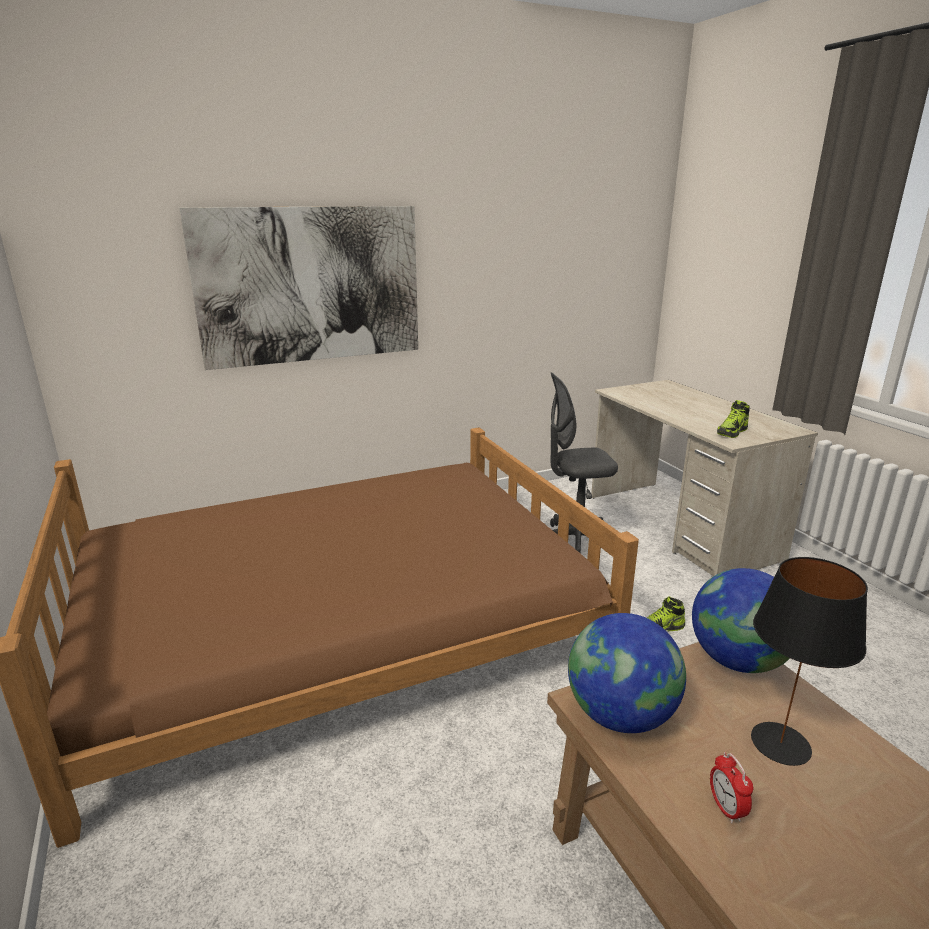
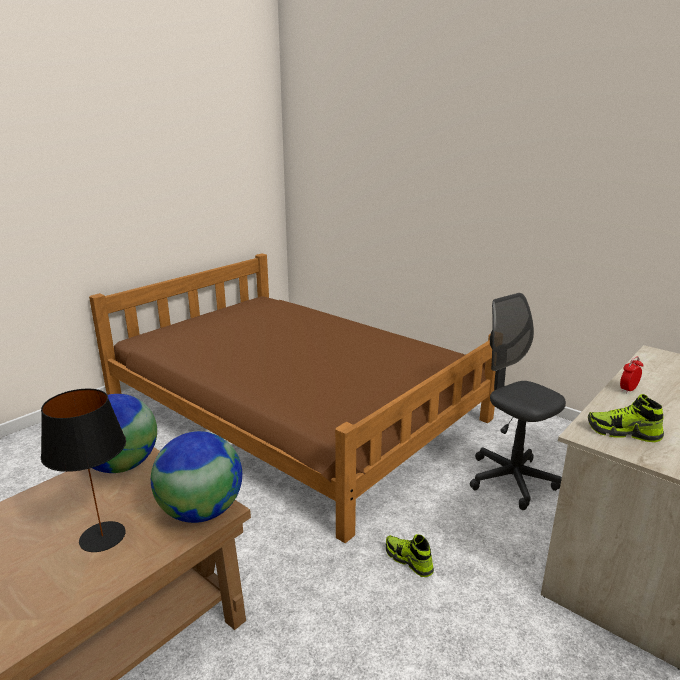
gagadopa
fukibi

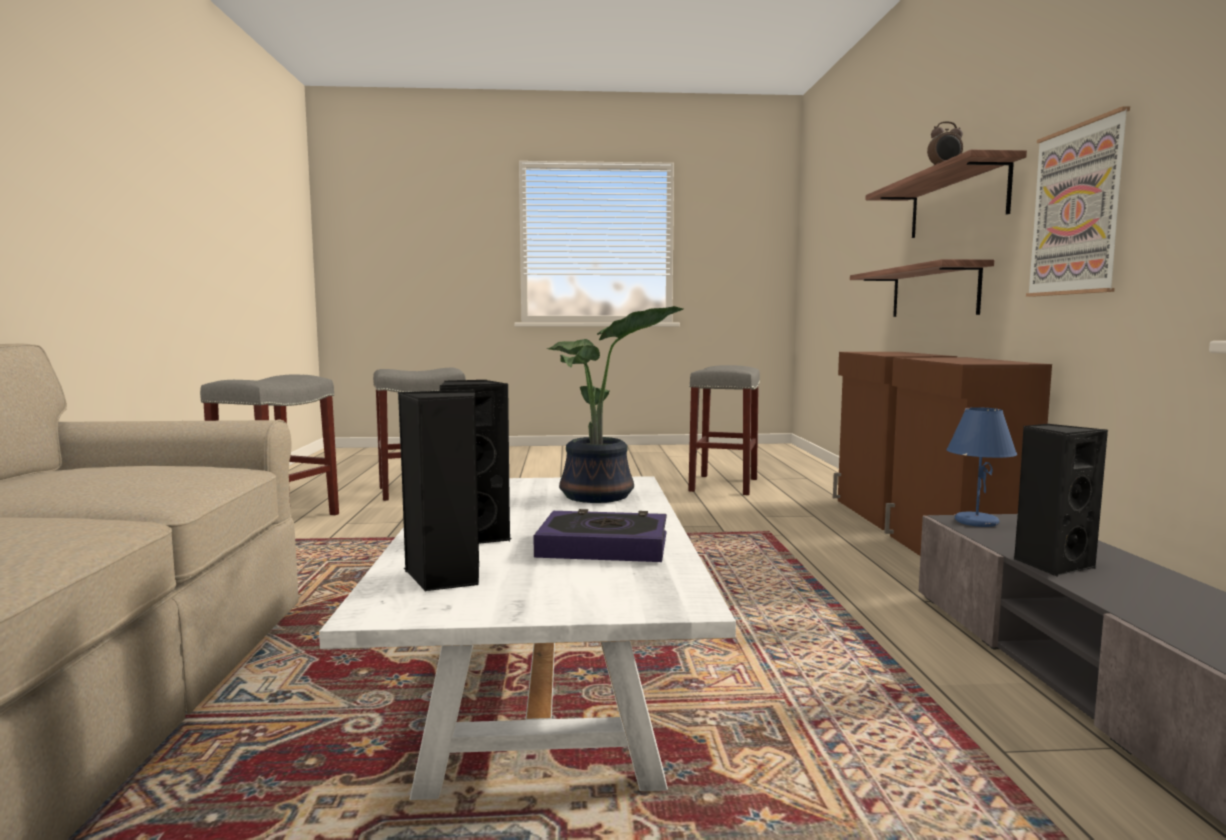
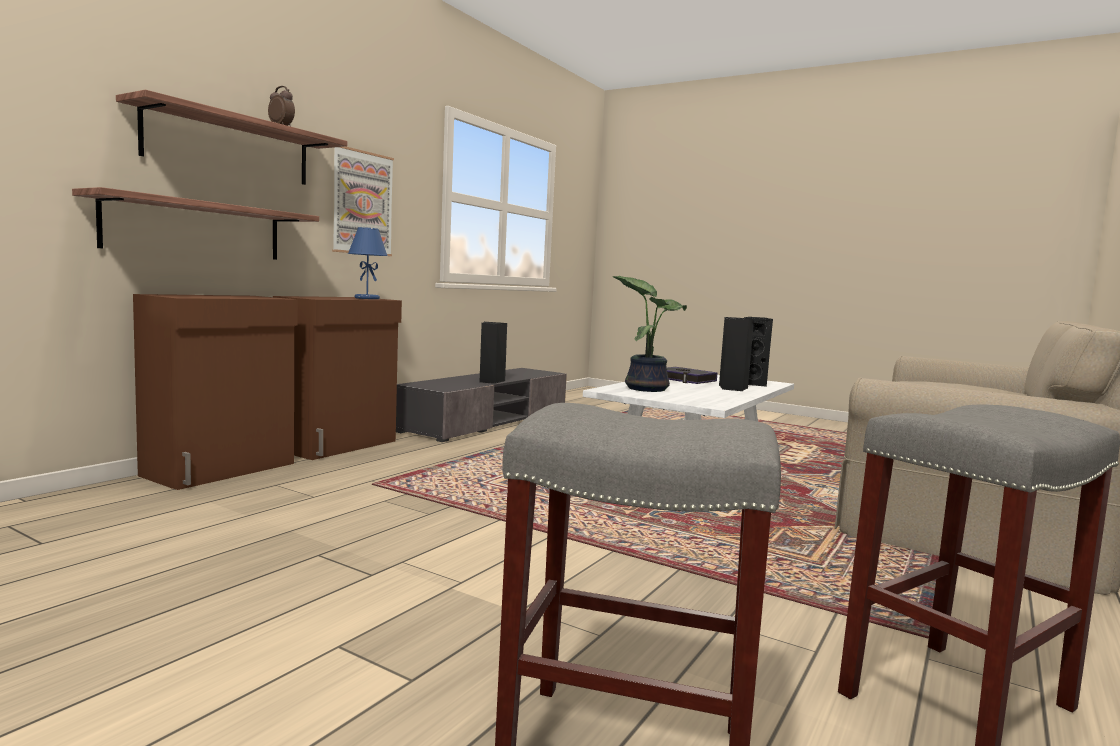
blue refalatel
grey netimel (no. 3 from left in the first image)

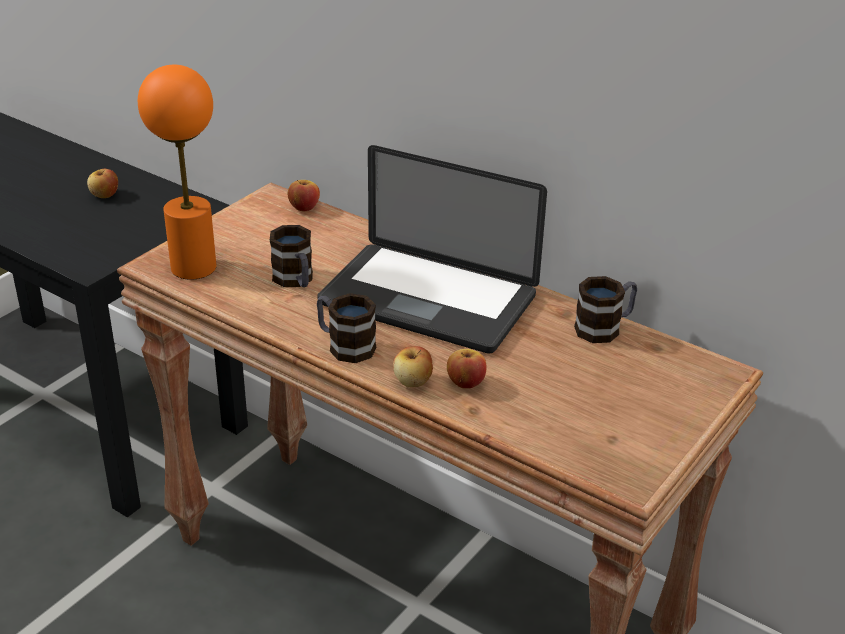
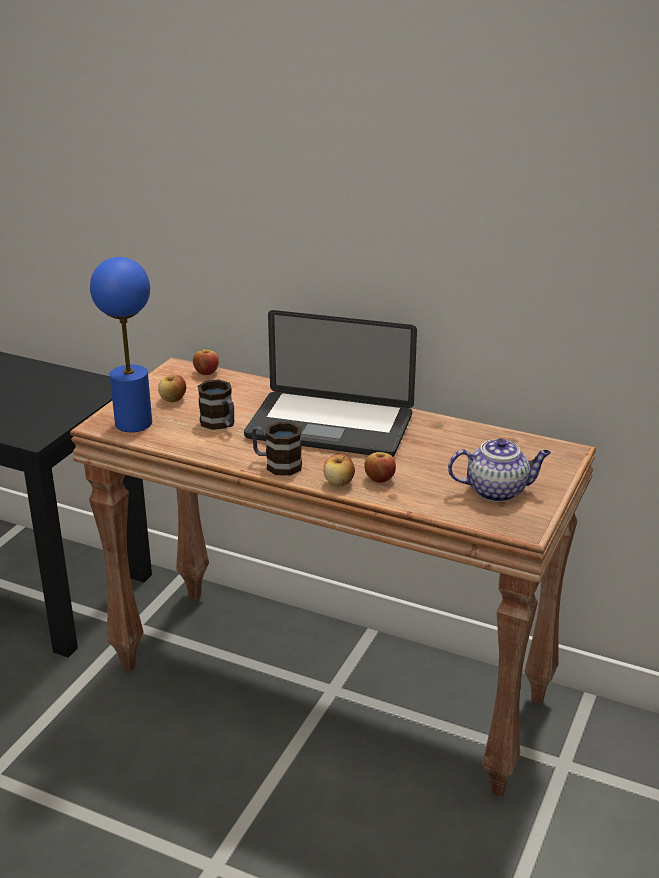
blue refalatel
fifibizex (no. 1 from left)
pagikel
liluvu (no. 3 from left in the first image)

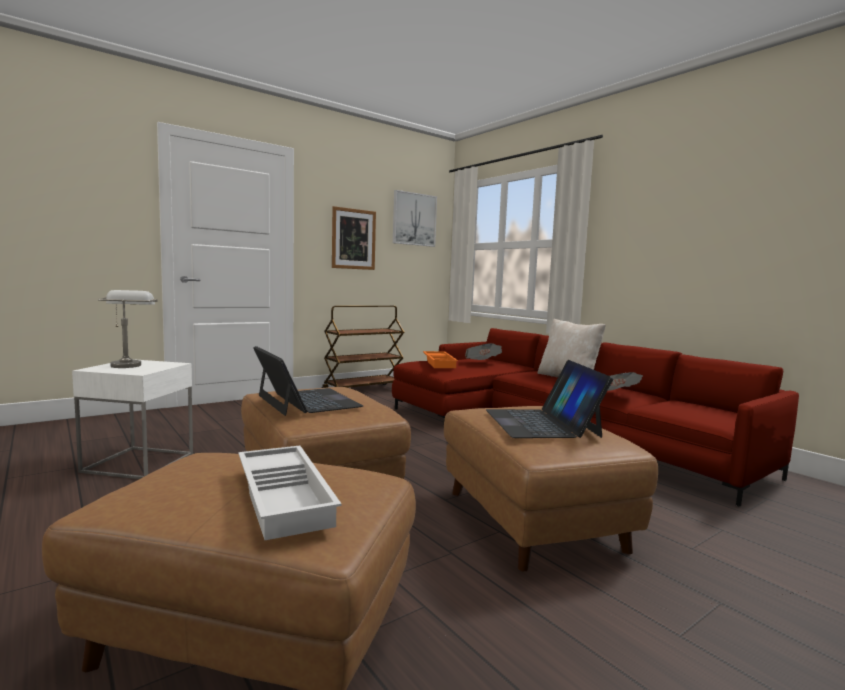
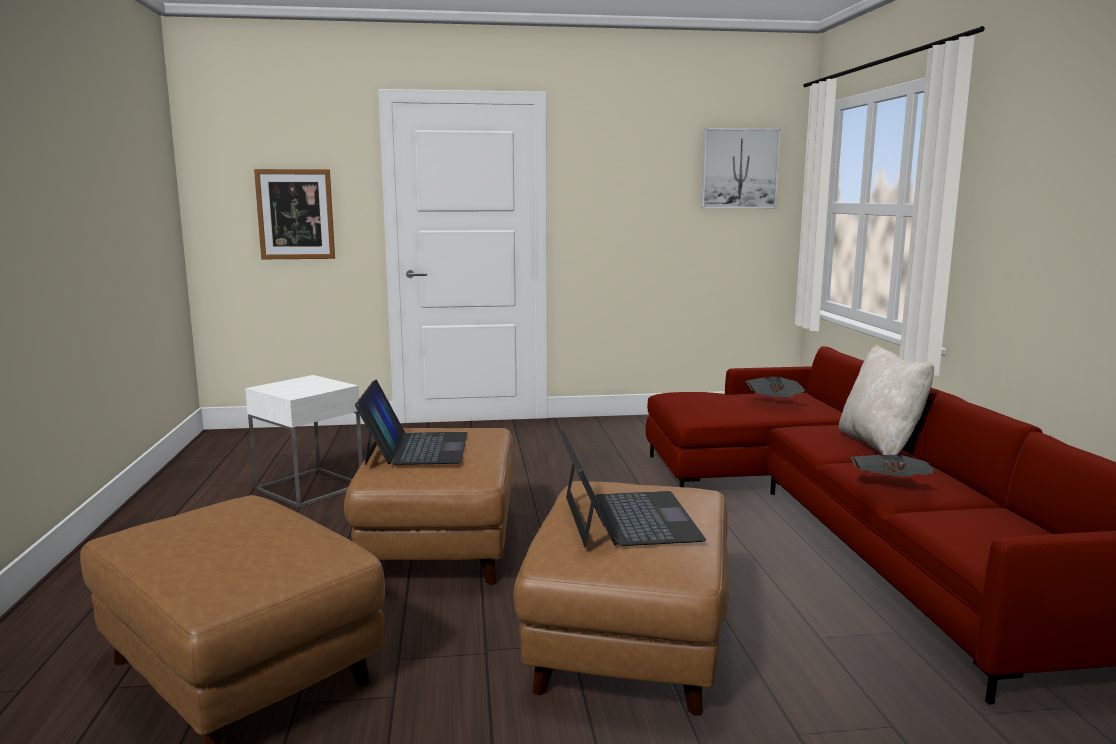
fukibi (no. 1 from left)
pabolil (no. 2 from left)
grey refalatel
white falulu
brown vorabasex
orange falulu

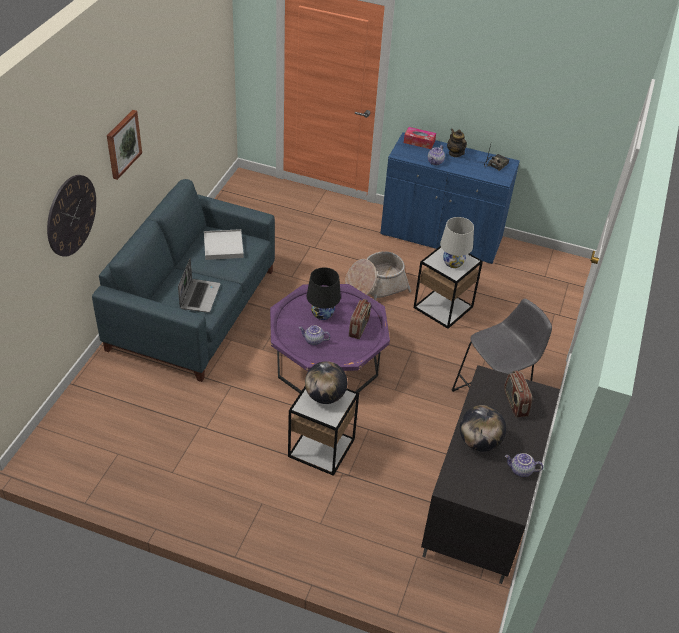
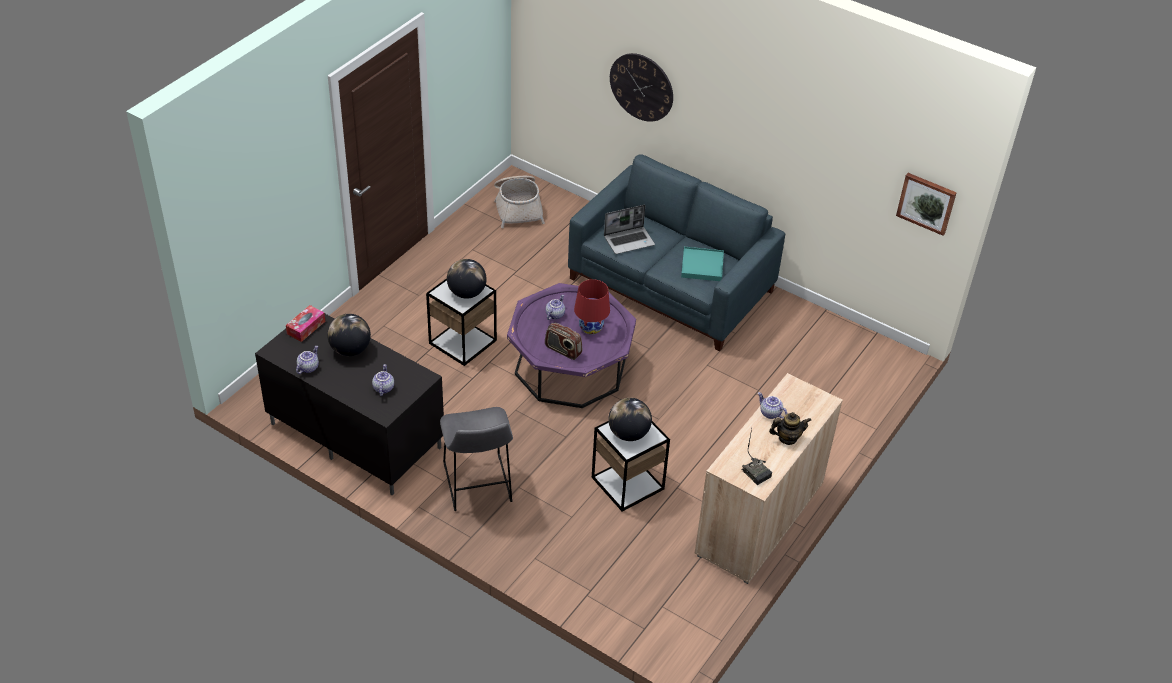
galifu
pagikel (no. 2 from left)
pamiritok
red refalatel
pabolil
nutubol (no. 3 from left)
turquoise falulu
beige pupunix
fukibi

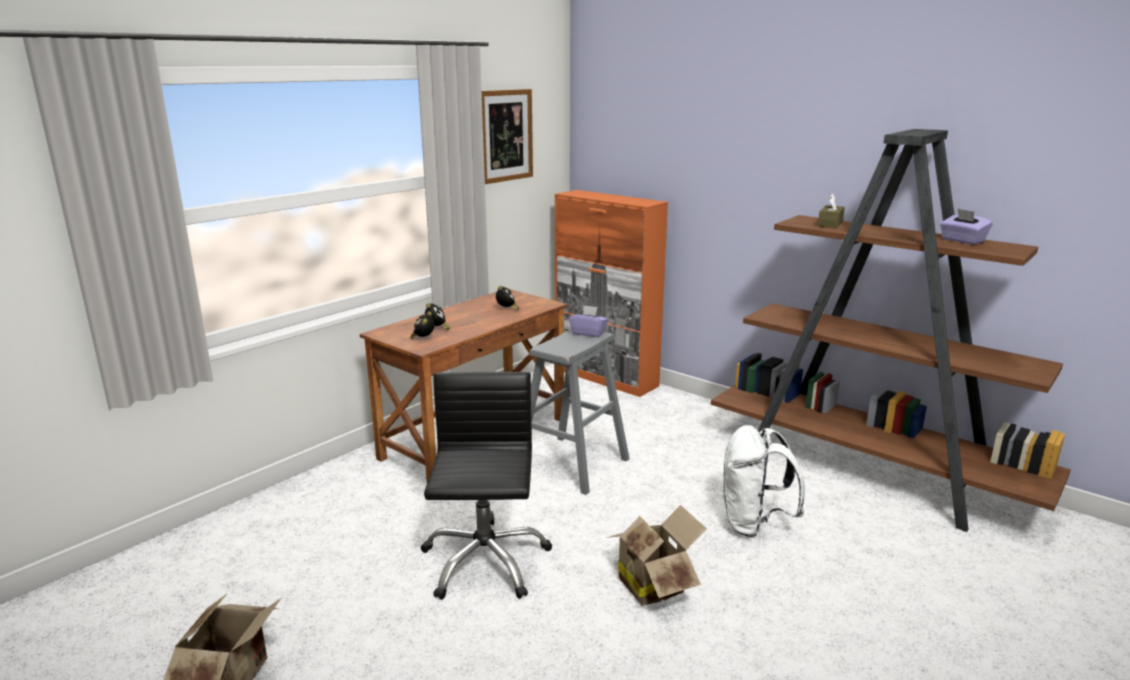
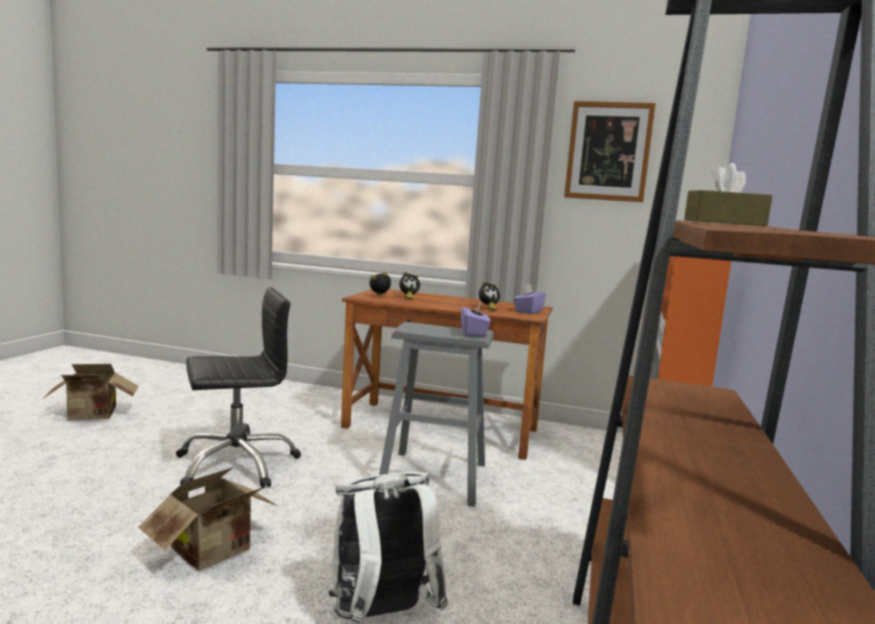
purple galifu (no. 2 from left)

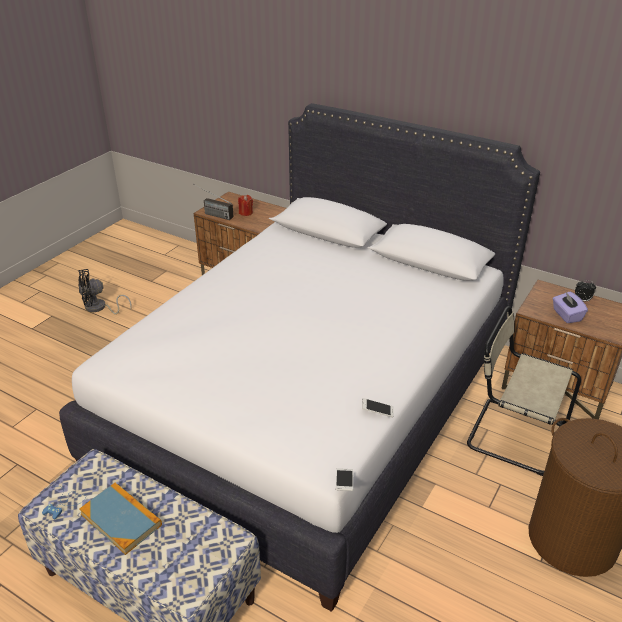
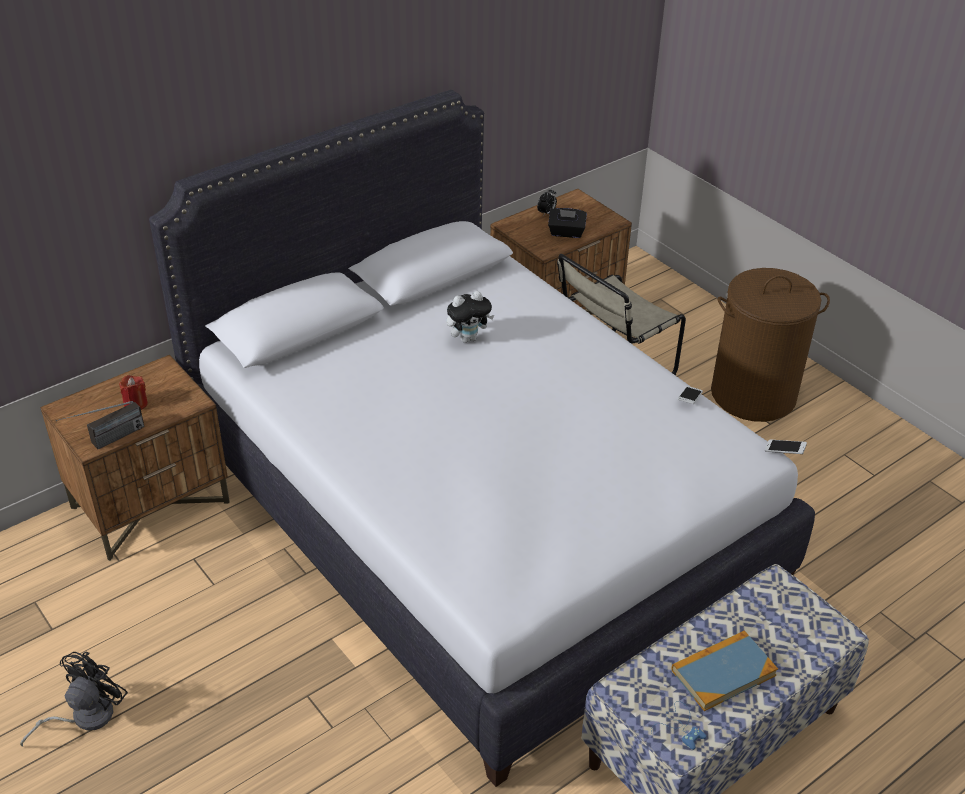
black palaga
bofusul
black galifu

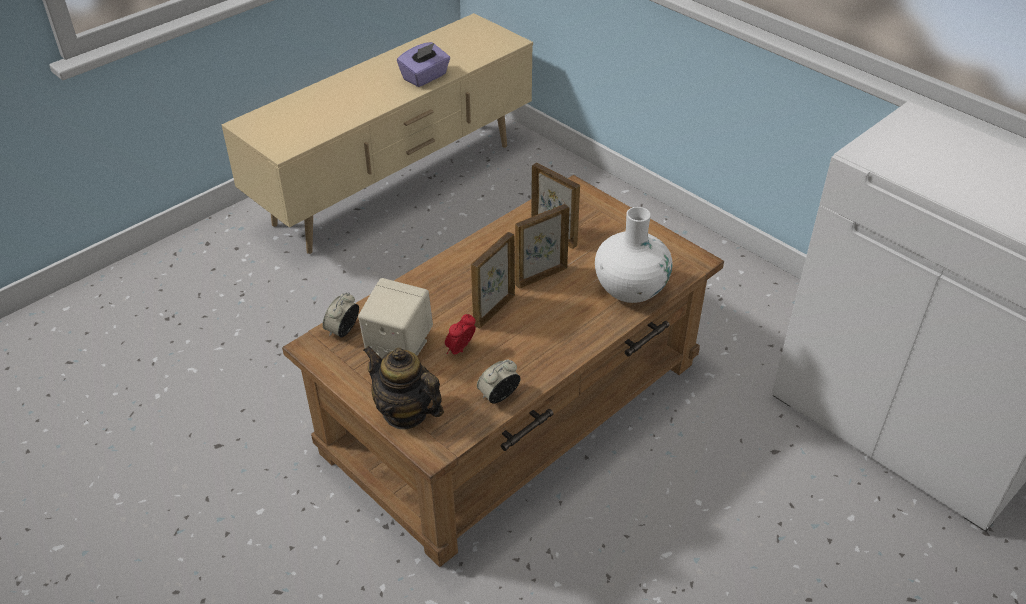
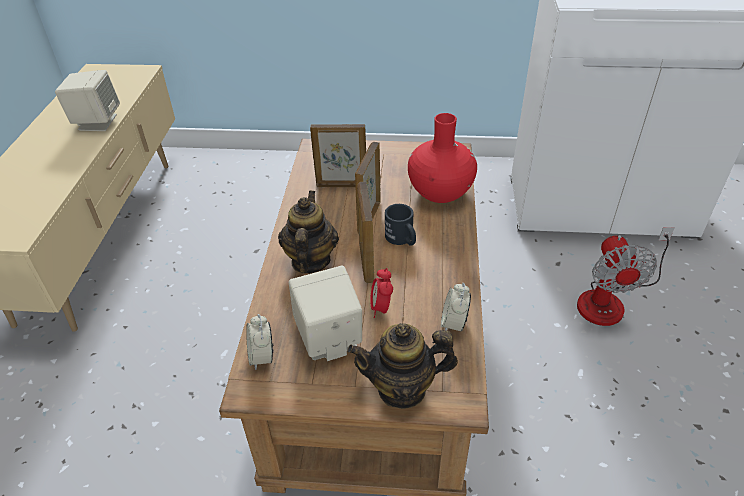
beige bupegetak (no. 1 from left)
pagikel (no. 1 from left)
black liluvu
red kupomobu
palaga

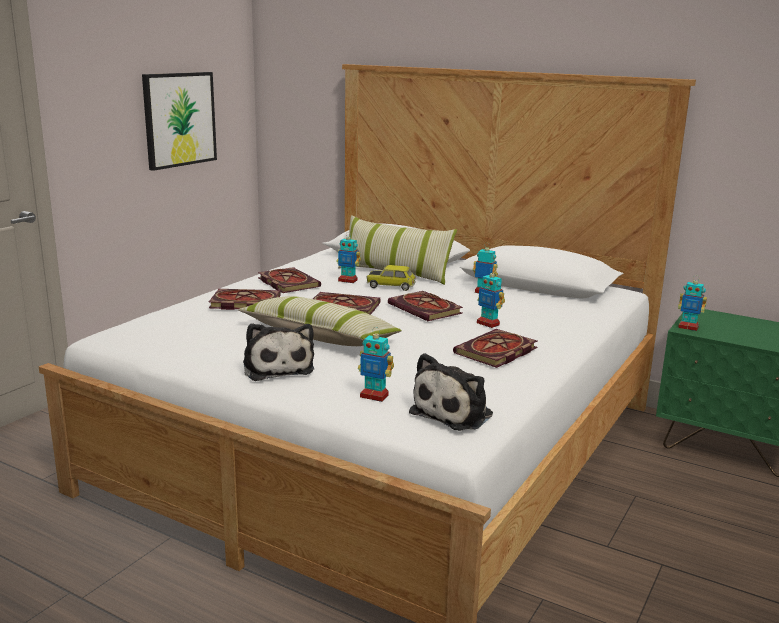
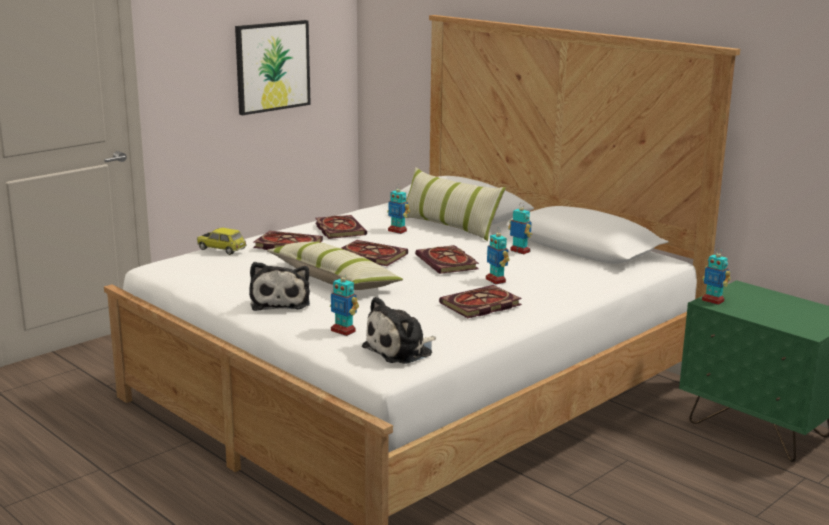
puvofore

